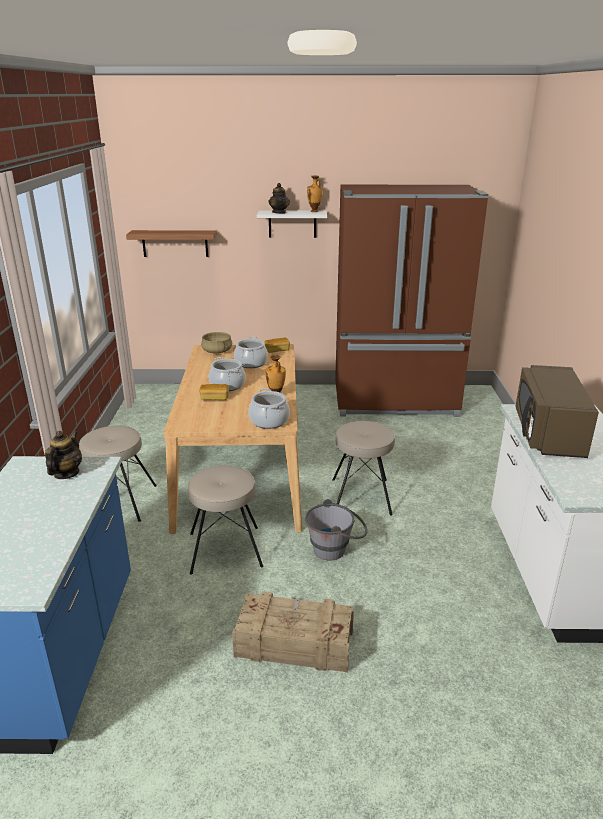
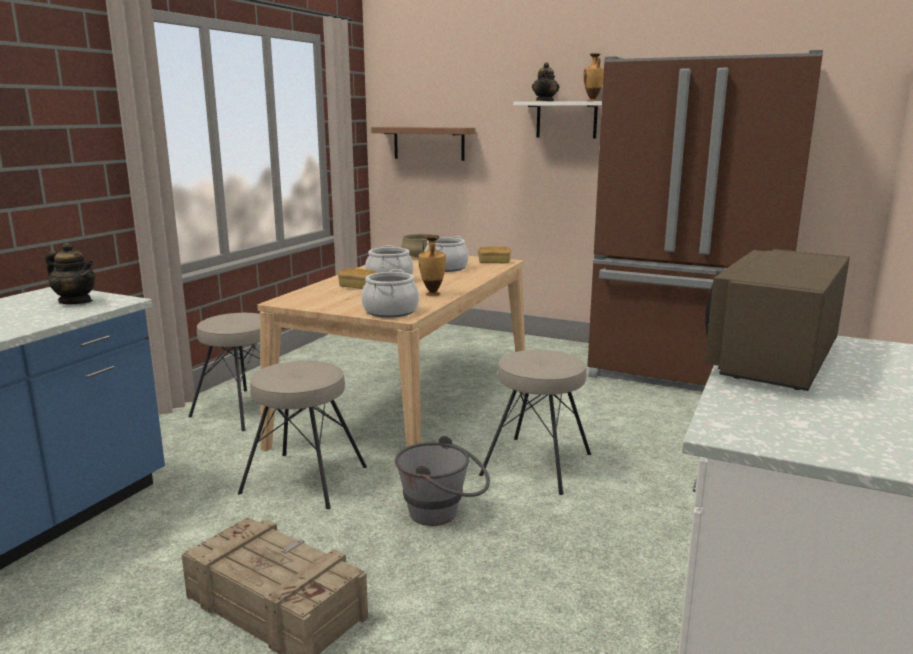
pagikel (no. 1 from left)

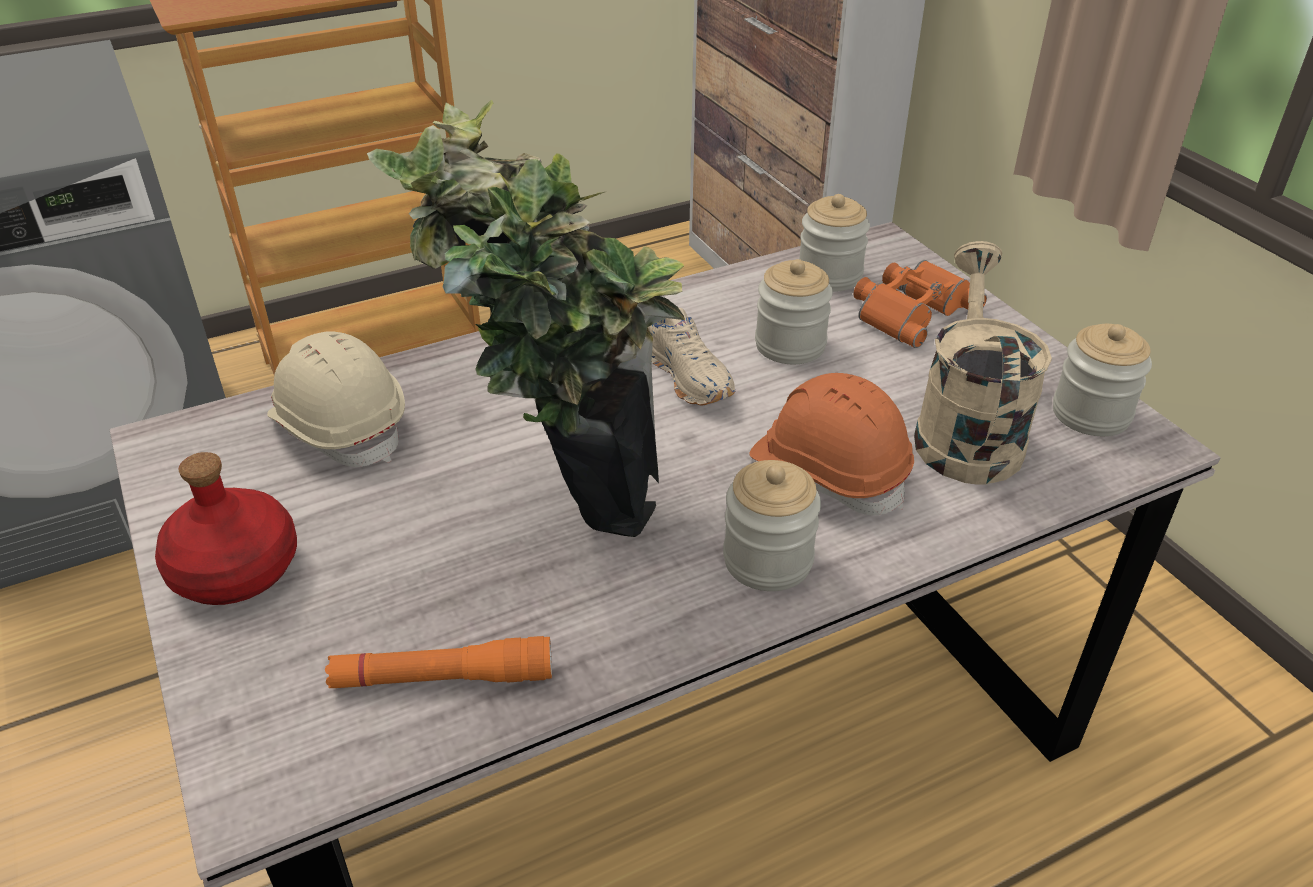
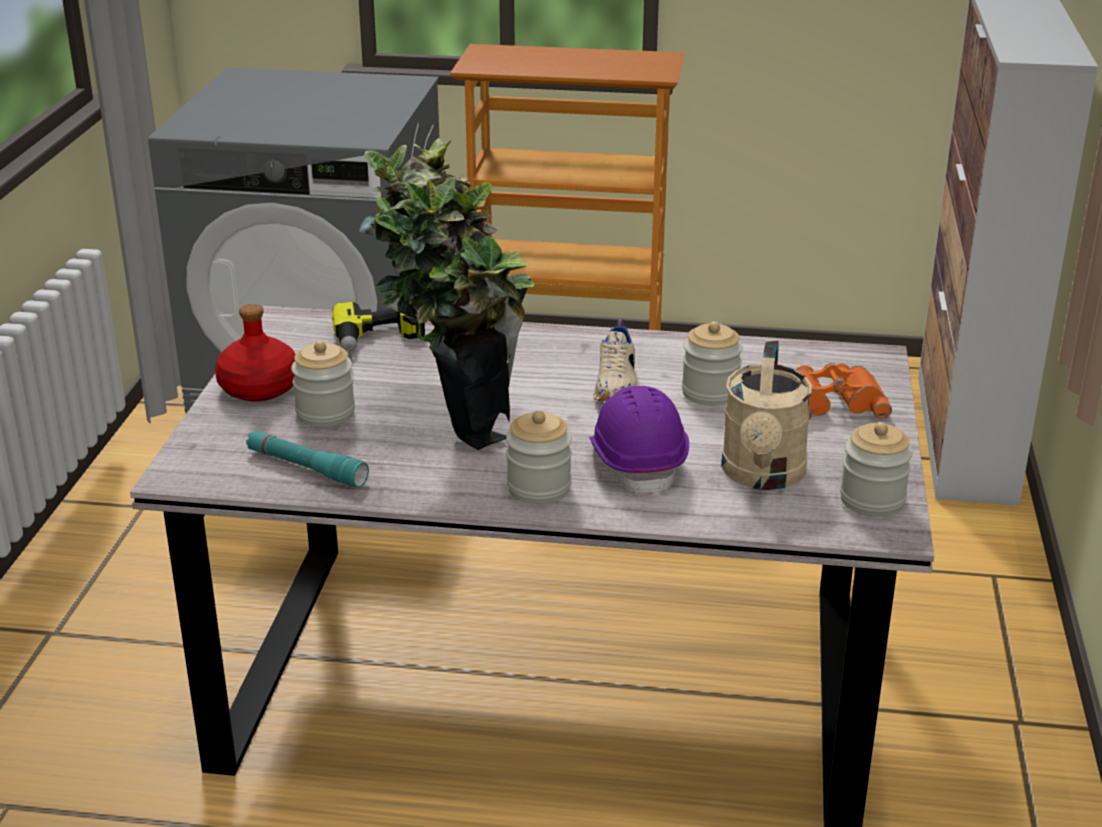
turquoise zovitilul
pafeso (no. 1 from left)
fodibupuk
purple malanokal
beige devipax

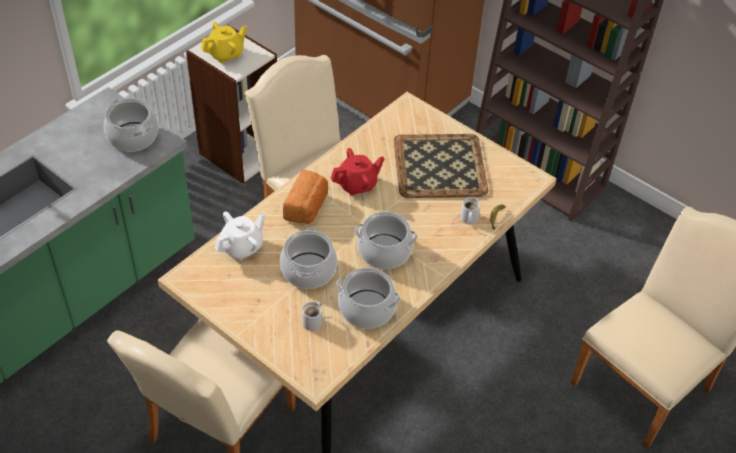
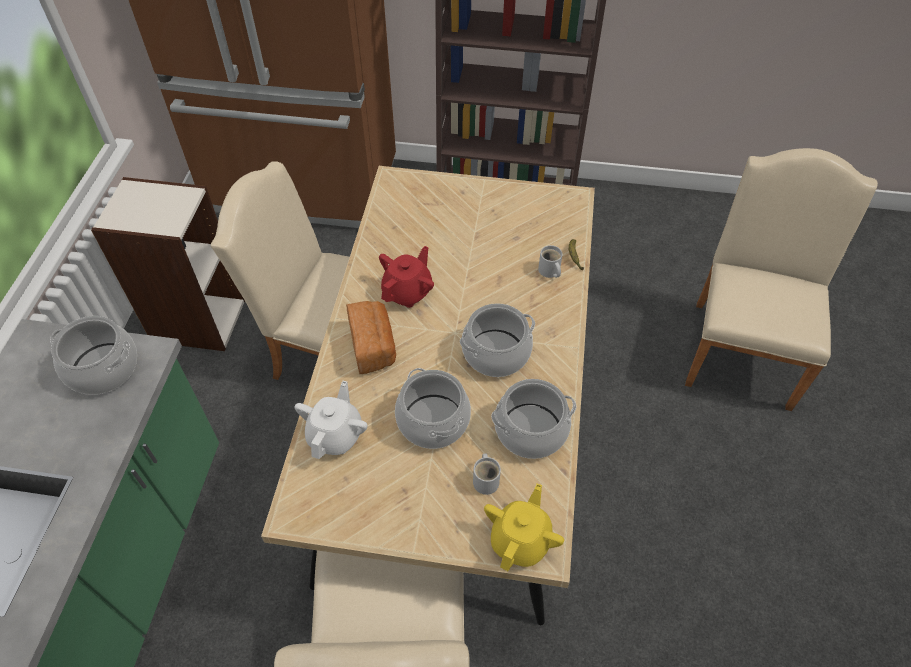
yellow pagikel
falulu

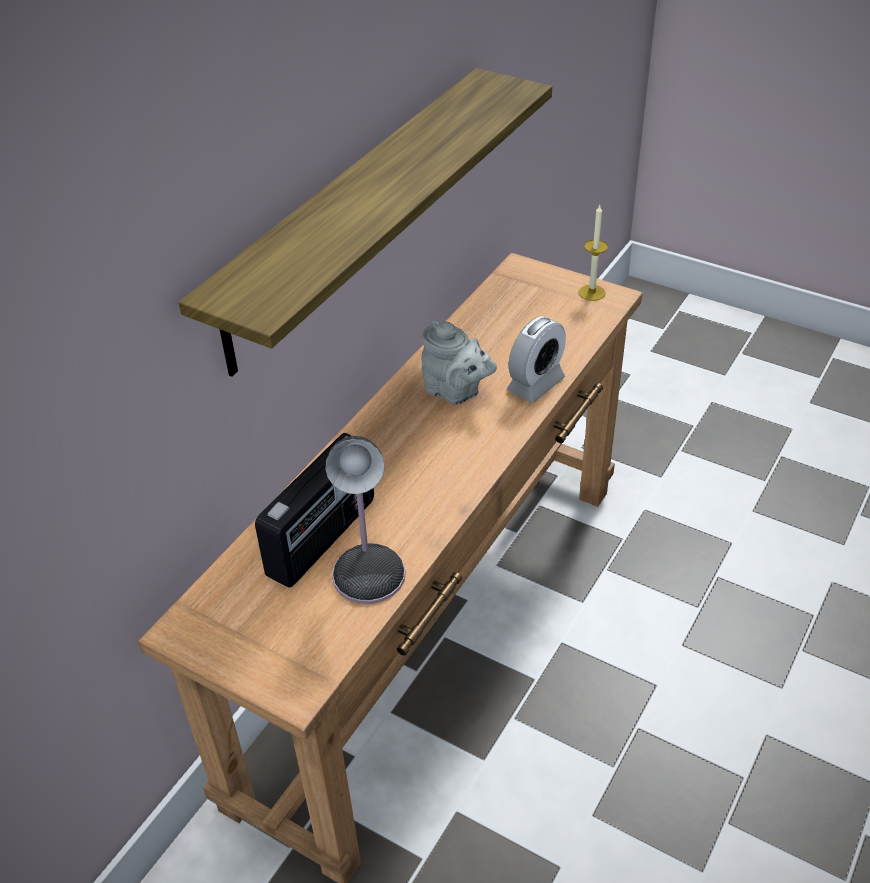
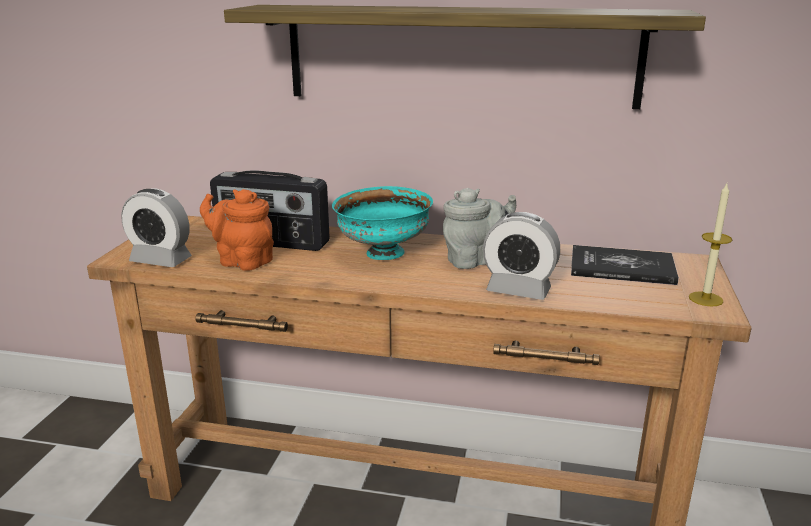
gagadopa (no. 1 from left)
orange pagikel
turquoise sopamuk
grey pagikel
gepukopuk

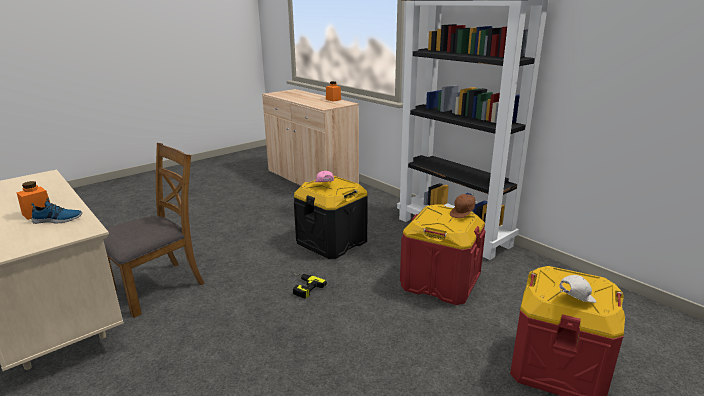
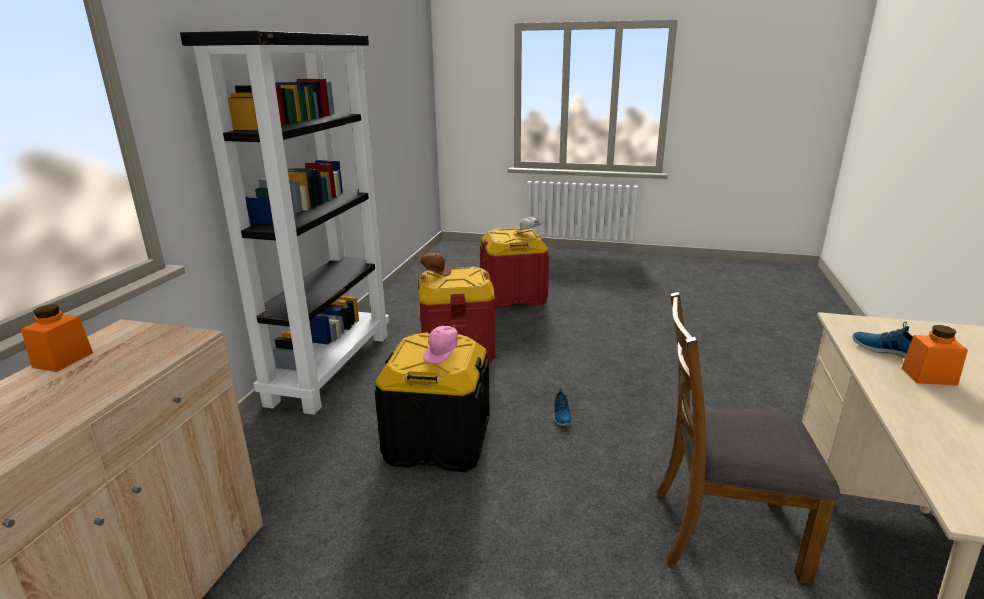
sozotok (no. 1 from left)

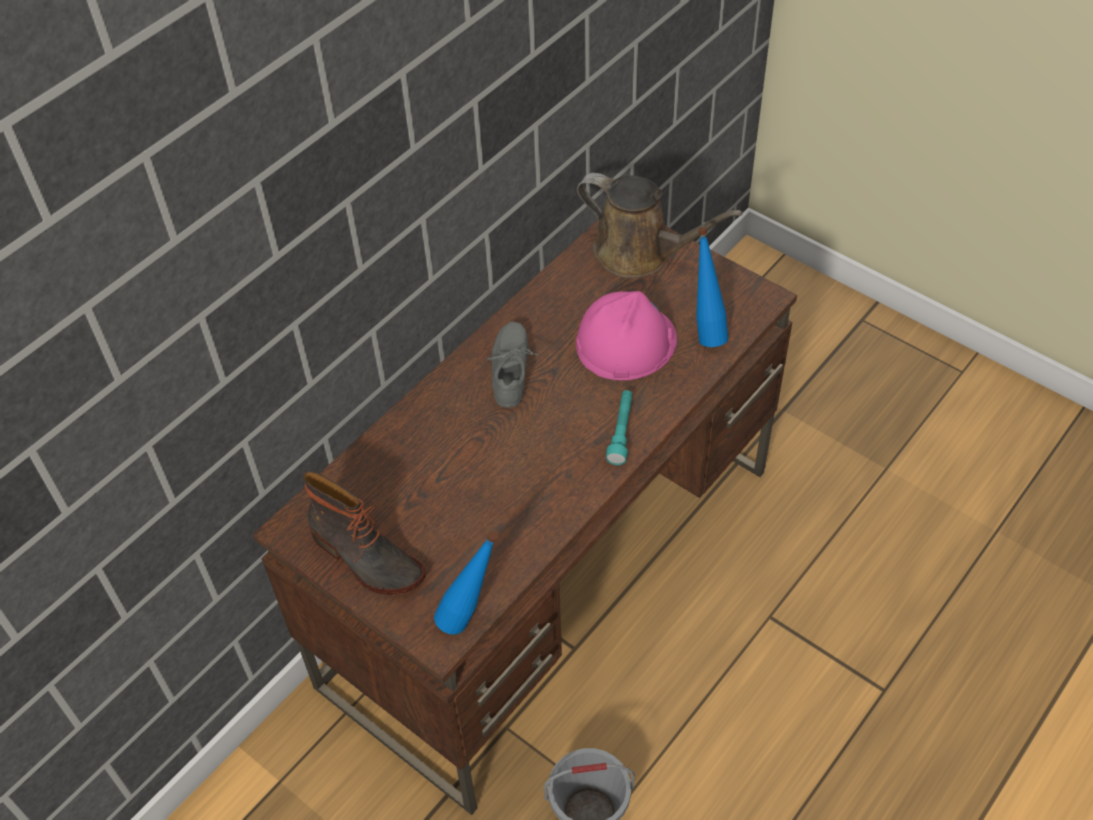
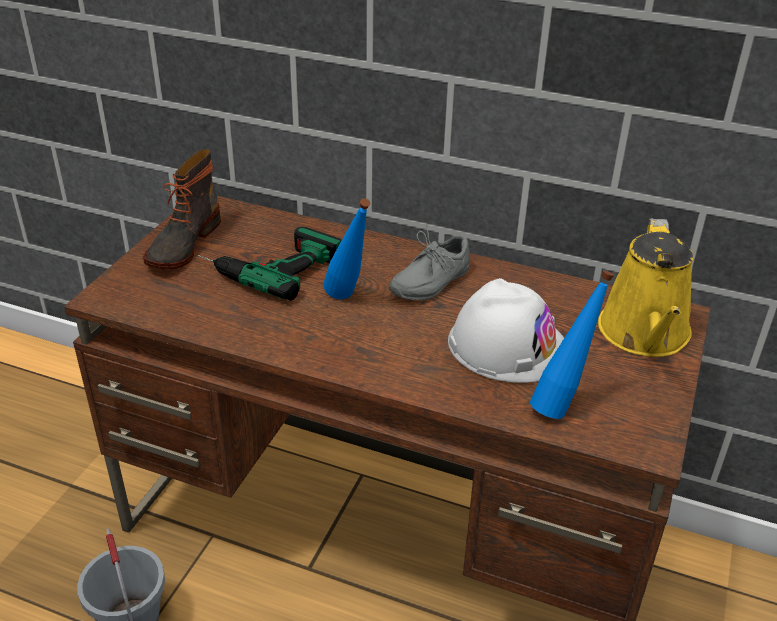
fodibupuk
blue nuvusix (no. 1 from left)
grey sozotok
white malanokal
yellow devipax
turquoise zovitilul

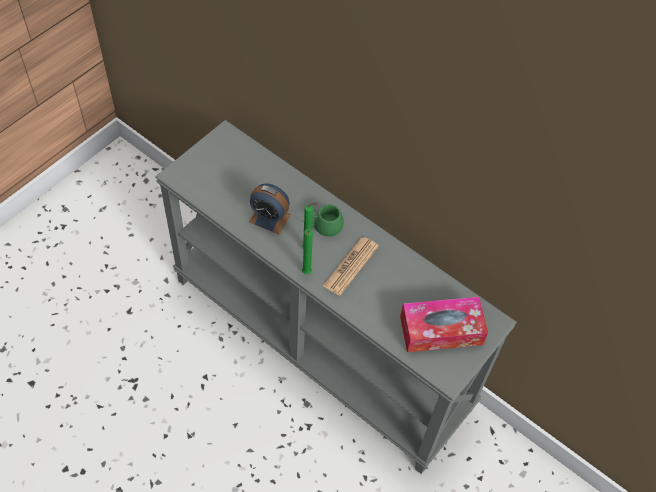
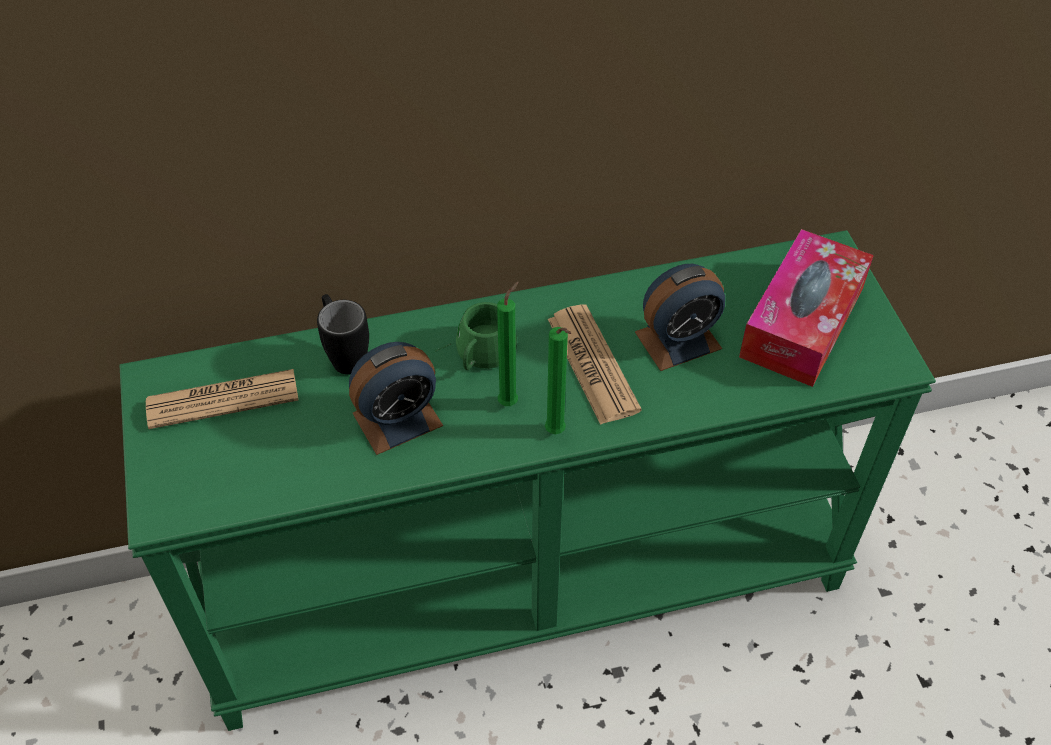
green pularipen
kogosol (no. 1 from left)
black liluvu
gagadopa (no. 2 from left)

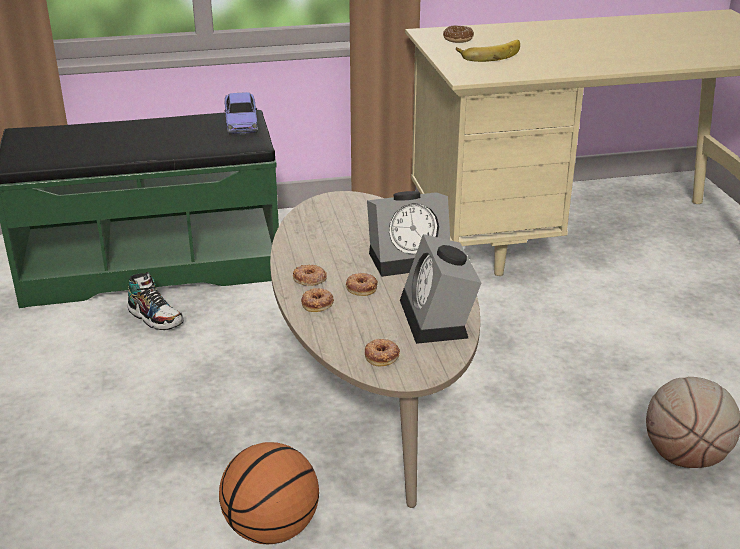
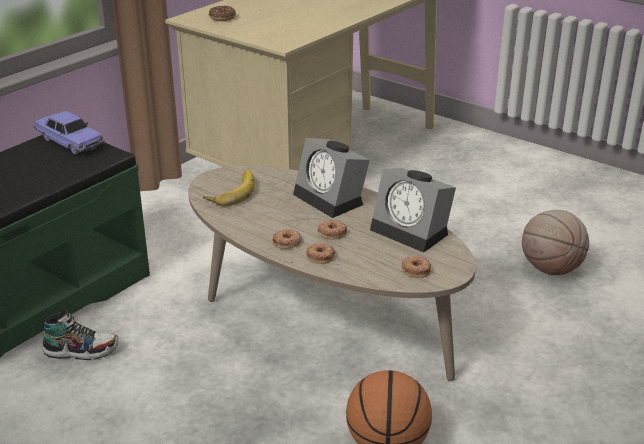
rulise
gagadopa (no. 1 from left)

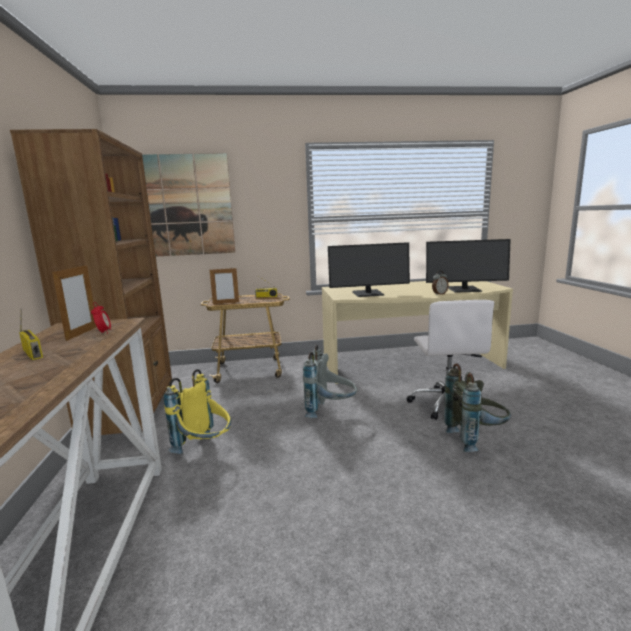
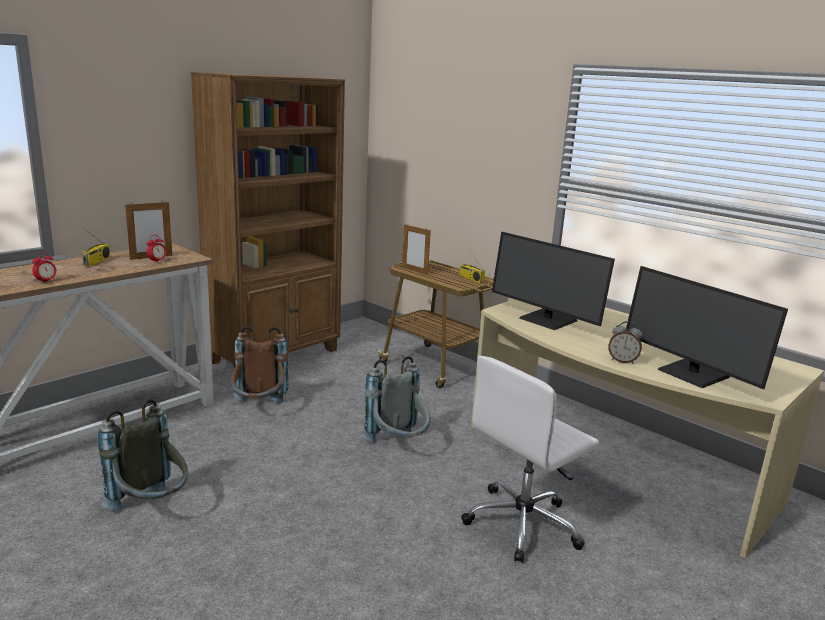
gagadopa (no. 1 from left)
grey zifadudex (no. 1 from left)
brown zifadudex
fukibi

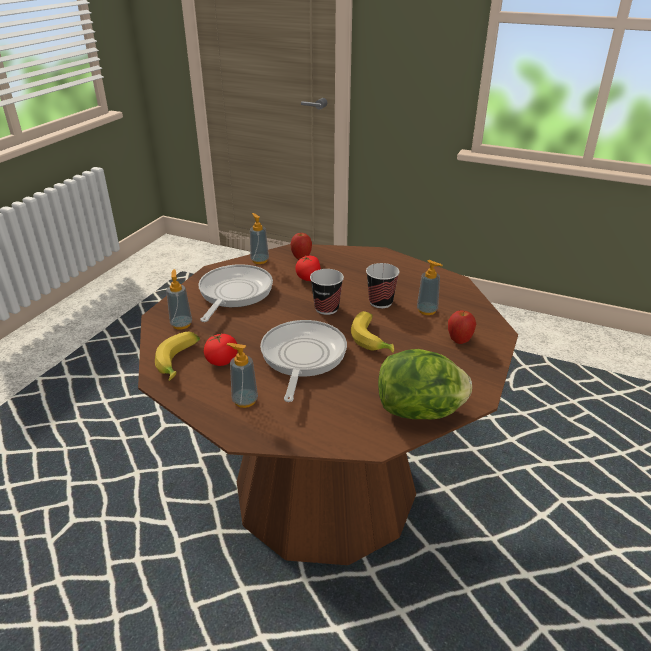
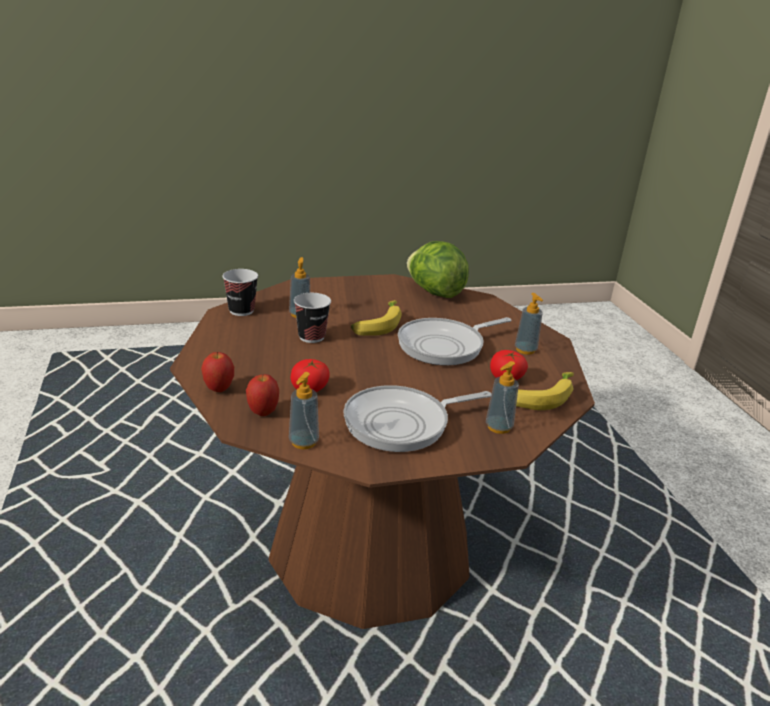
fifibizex (no. 1 from left)
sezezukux (no. 1 from left)

